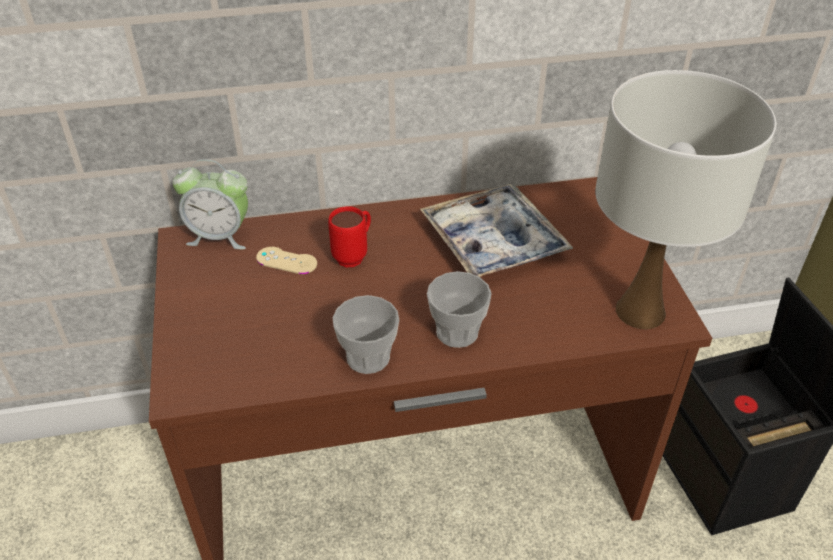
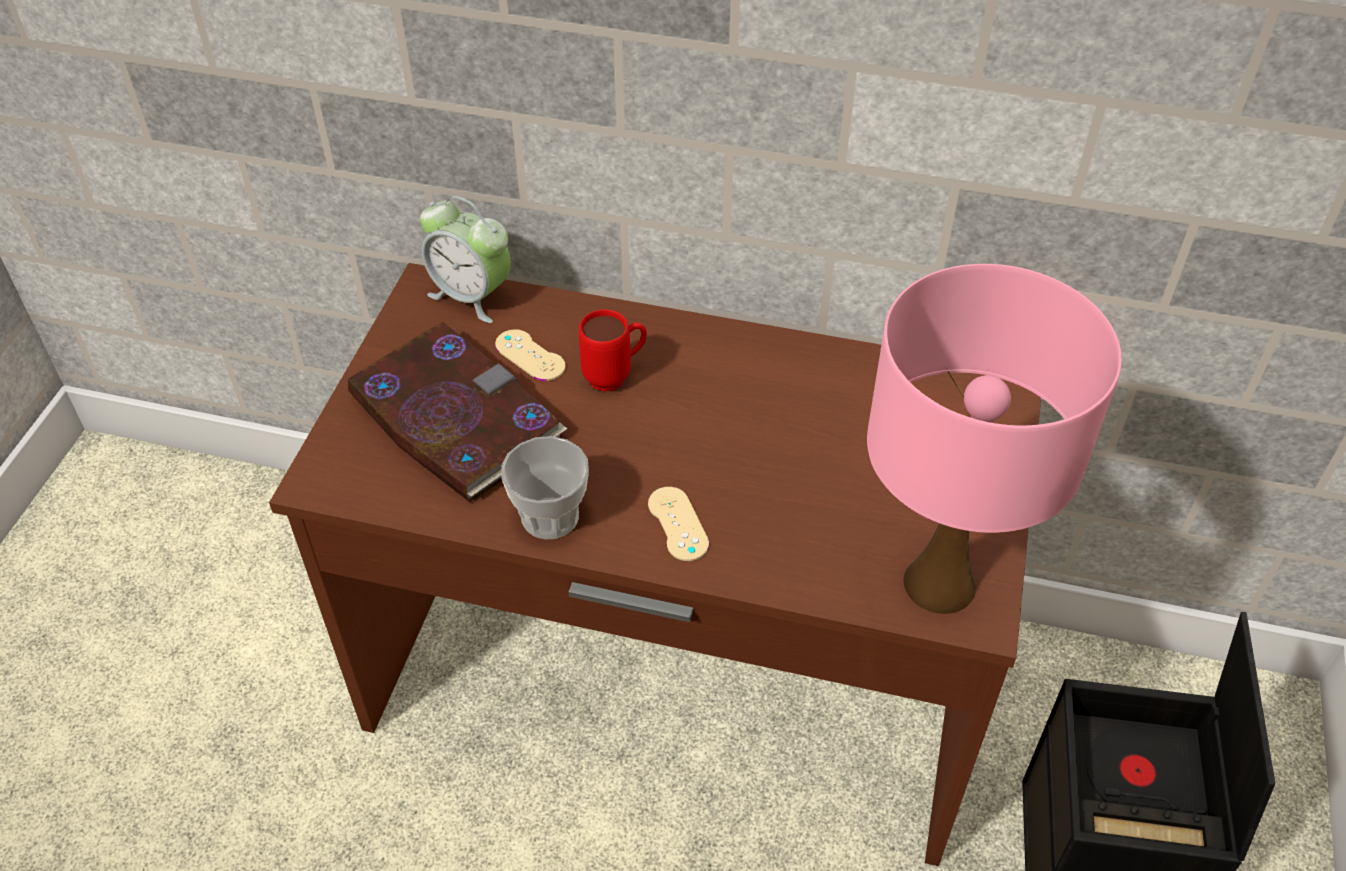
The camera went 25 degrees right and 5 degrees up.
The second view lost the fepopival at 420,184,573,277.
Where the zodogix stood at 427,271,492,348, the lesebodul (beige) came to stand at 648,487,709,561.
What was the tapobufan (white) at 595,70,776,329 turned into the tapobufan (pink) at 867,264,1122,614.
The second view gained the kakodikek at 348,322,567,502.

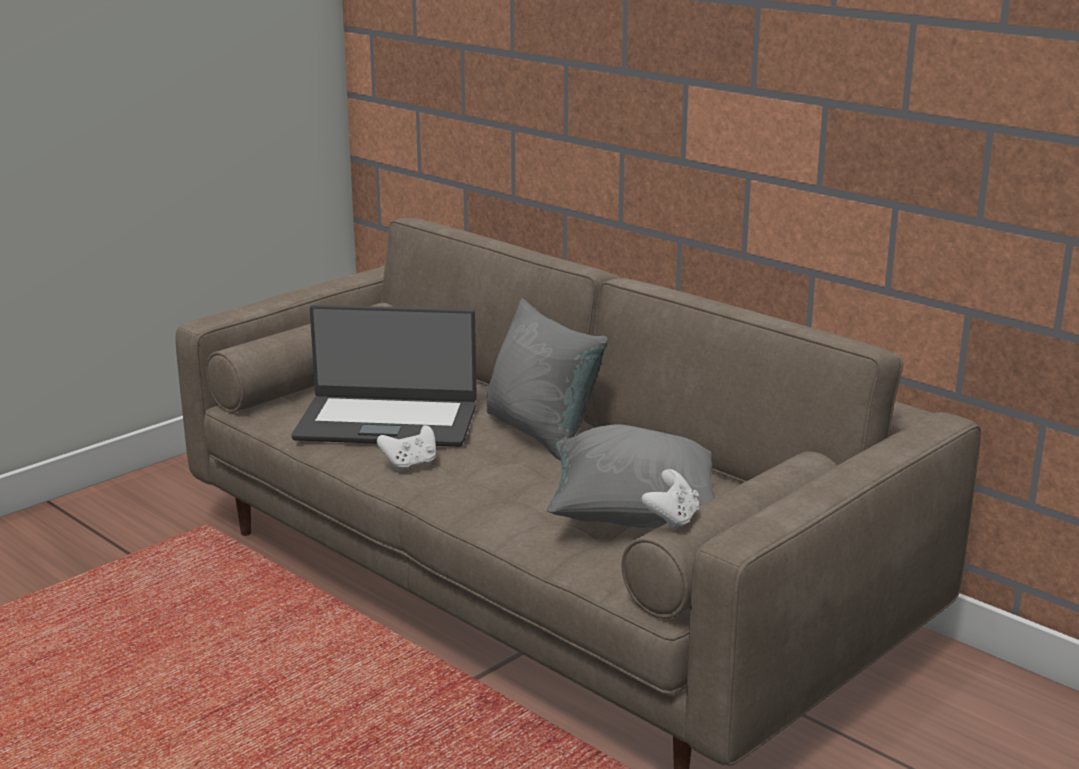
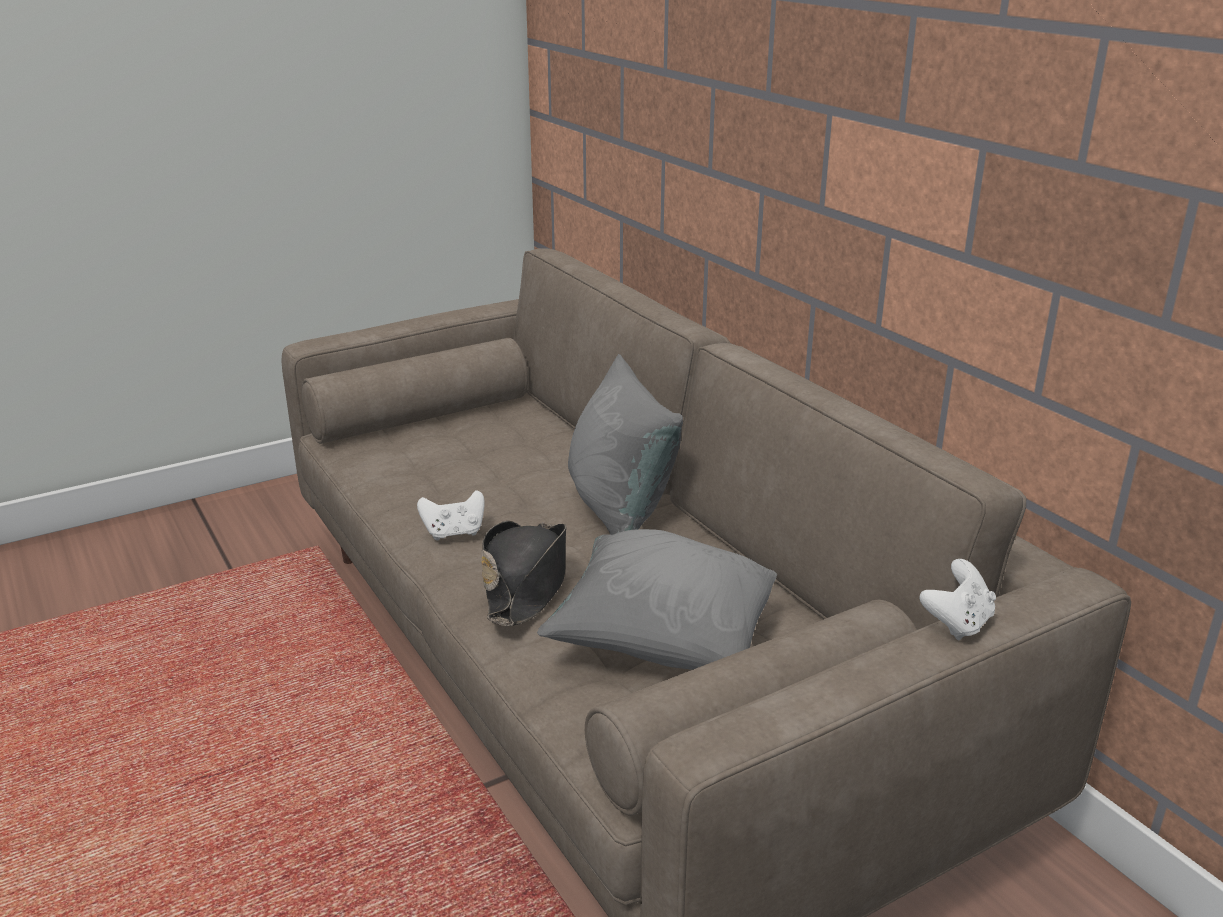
The camera went 15 degrees right and 5 degrees up.
The second view lost the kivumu at 292,305,477,447.
The lesebodul (white) ended up elsewhere, having gone from 641,469,699,531 to 919,559,996,640.
The second view gained the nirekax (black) at 481,521,566,626.

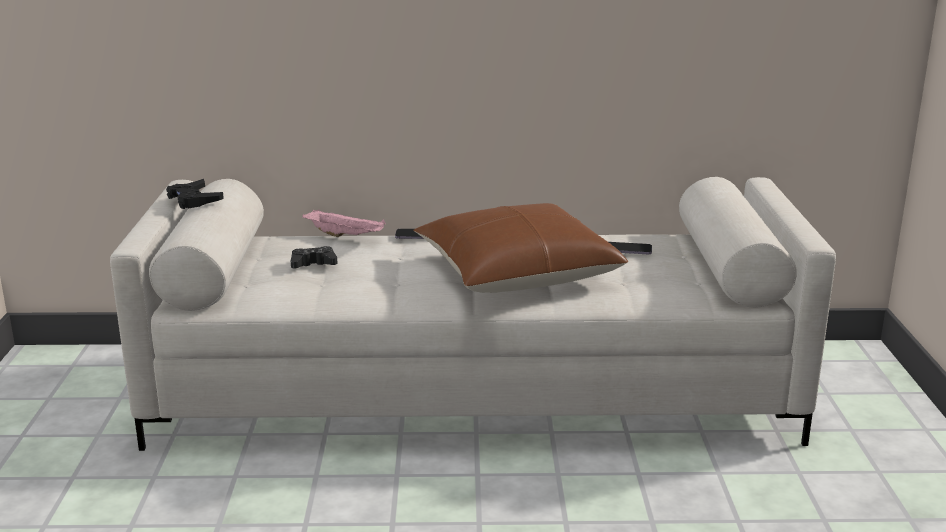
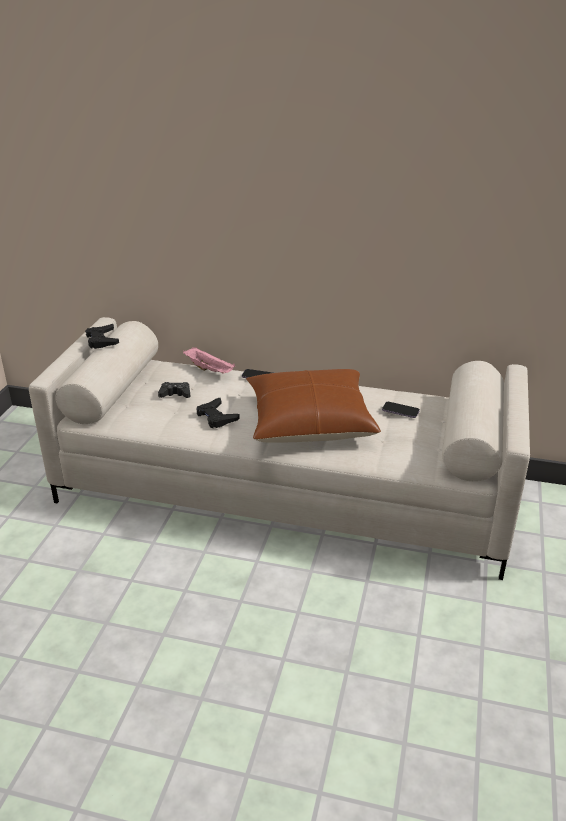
The camera went 15 degrees right and 10 degrees up.
The second view gained the lesebodul (black) at 196,398,240,428.

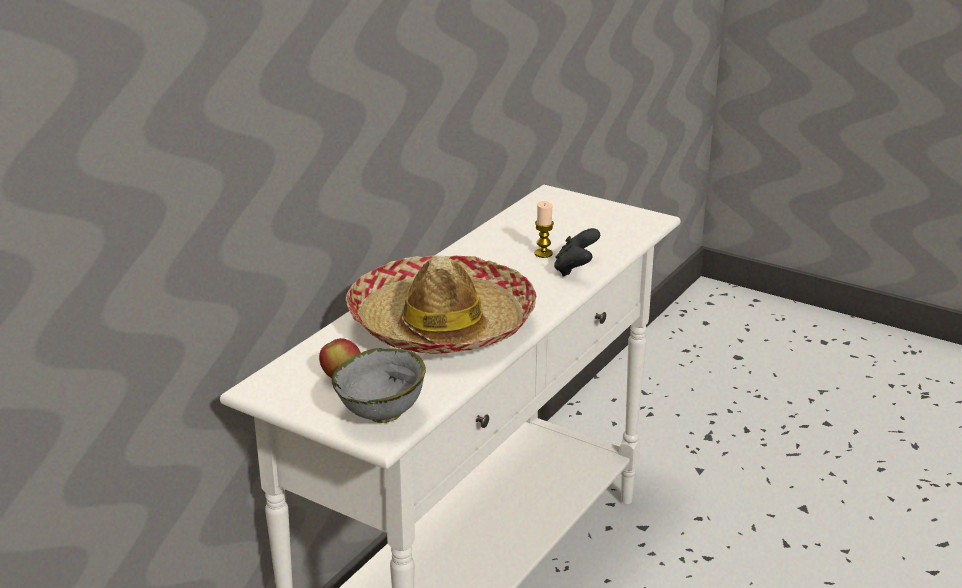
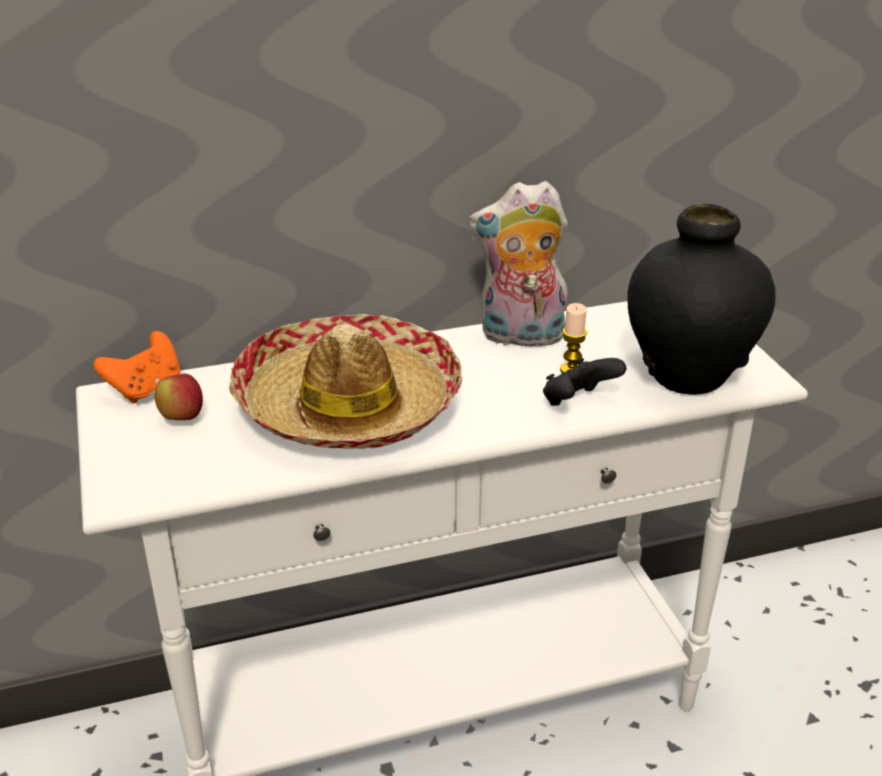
The camera went 40 degrees right and 5 degrees up.
The second view lost the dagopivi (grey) at 331,348,426,423.
The second view gained the lesebodul (orange) at 93,331,180,403.
The second view gained the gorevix at 469,181,568,351.
The second view gained the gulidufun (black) at 628,204,776,395.

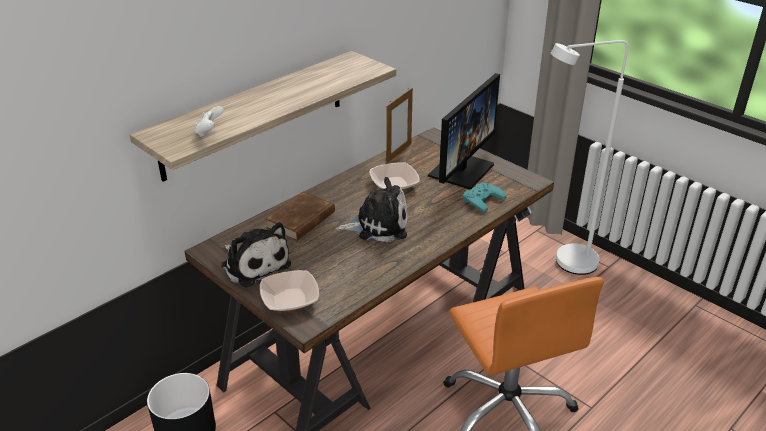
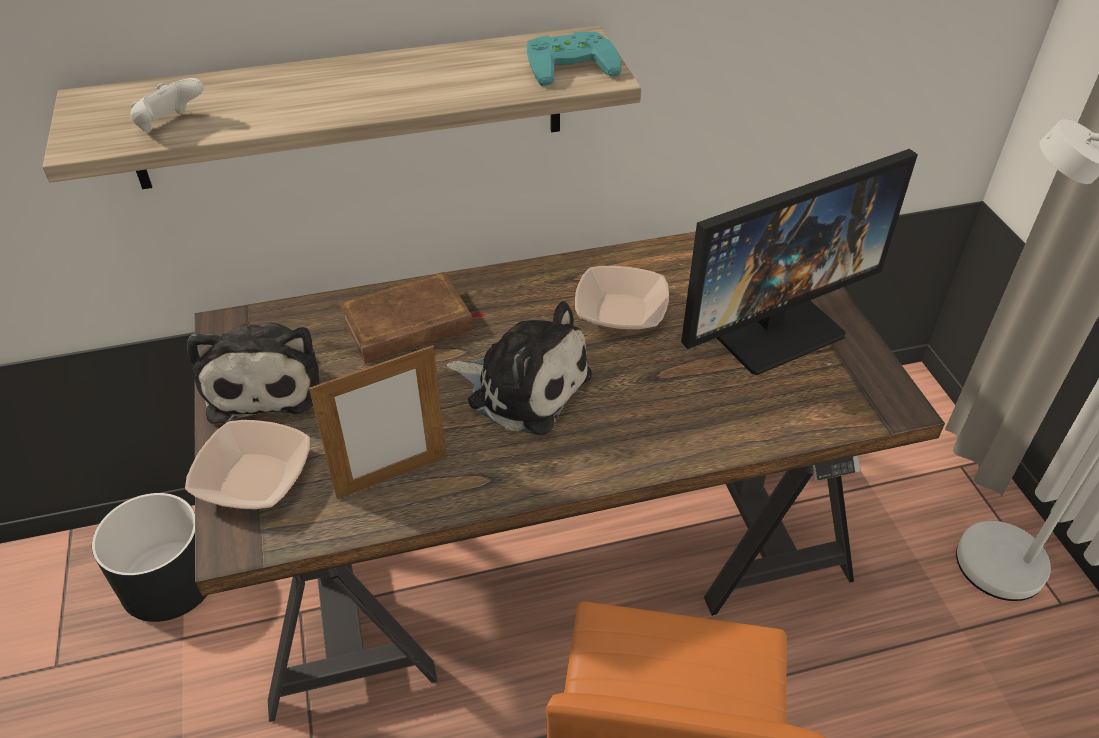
The camera went 30 degrees right and 10 degrees up.
The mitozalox ended up elsewhere, having gone from 386,88,413,164 to 309,345,447,499.
The lesebodul (turquoise) ended up elsewhere, having gone from 463,182,507,213 to 527,32,621,86.

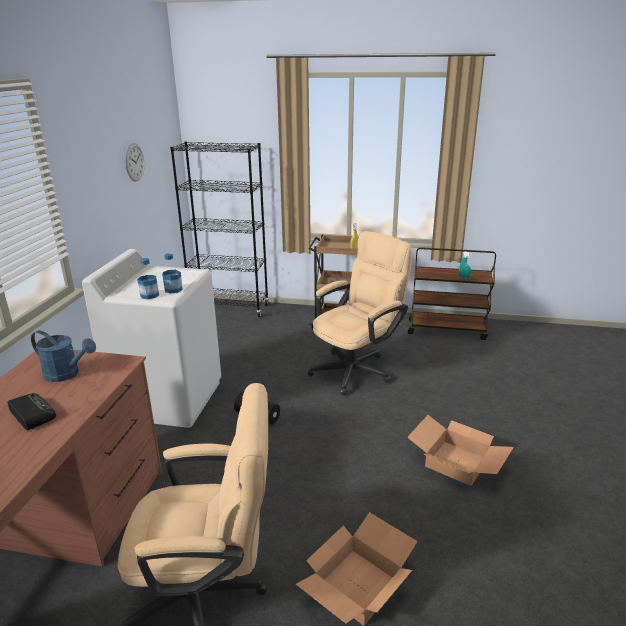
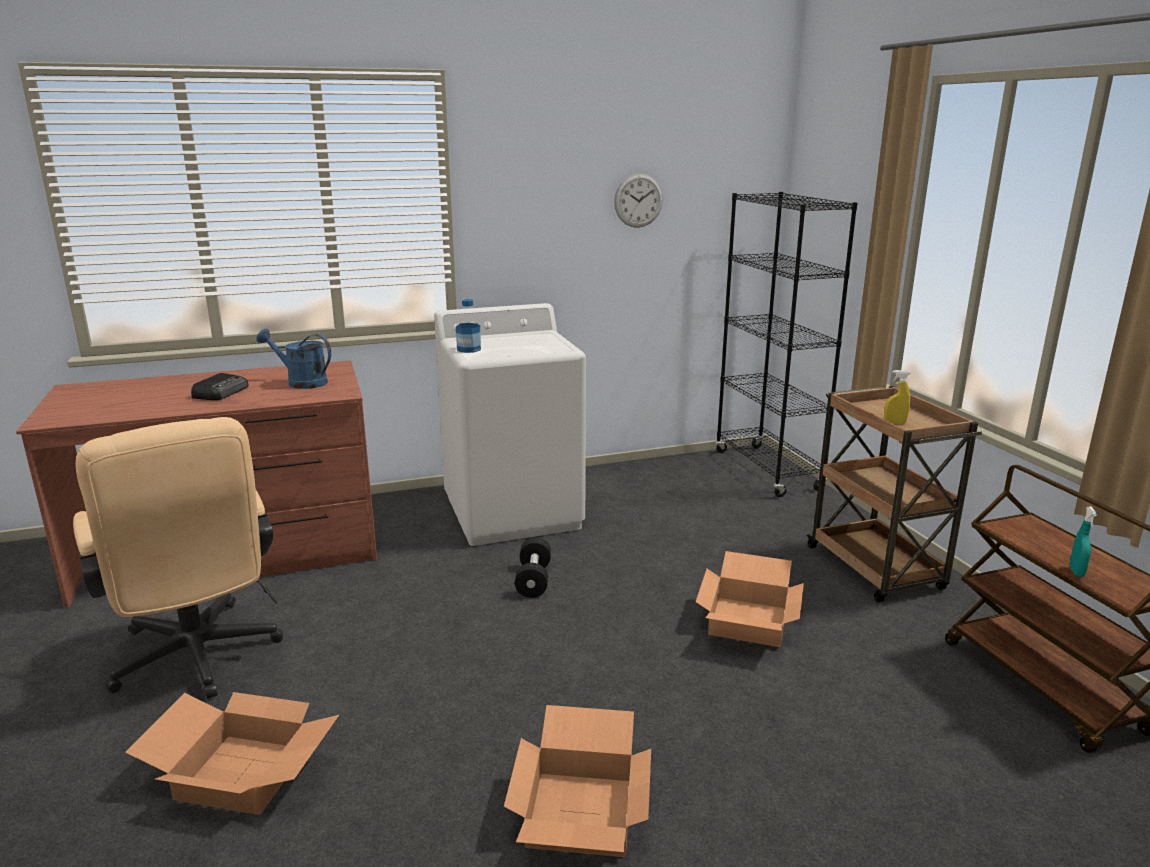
The camera went 60 degrees right and 5 degrees down.
The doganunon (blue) at 31,330,96,382 ended up facing another way, 120 degrees clockwise from before.
The second view lost the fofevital at 162,253,183,293.
Where the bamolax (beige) stood at 308,231,412,395, the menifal came to stand at 696,551,804,647.

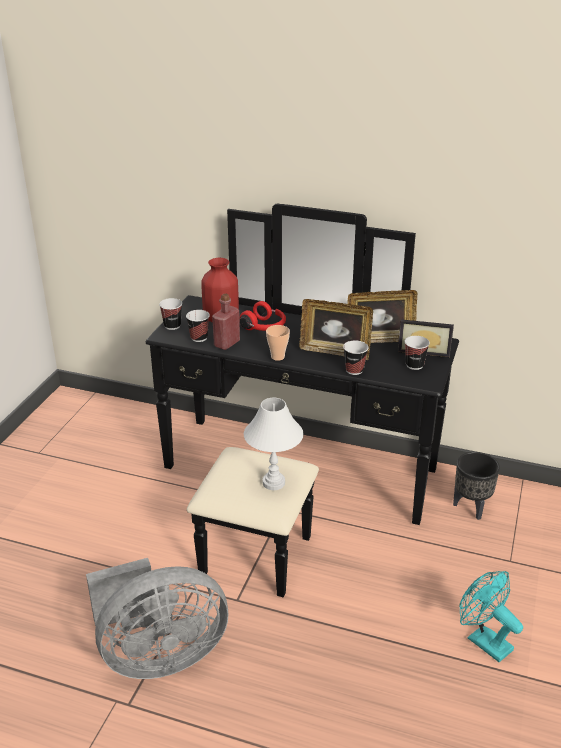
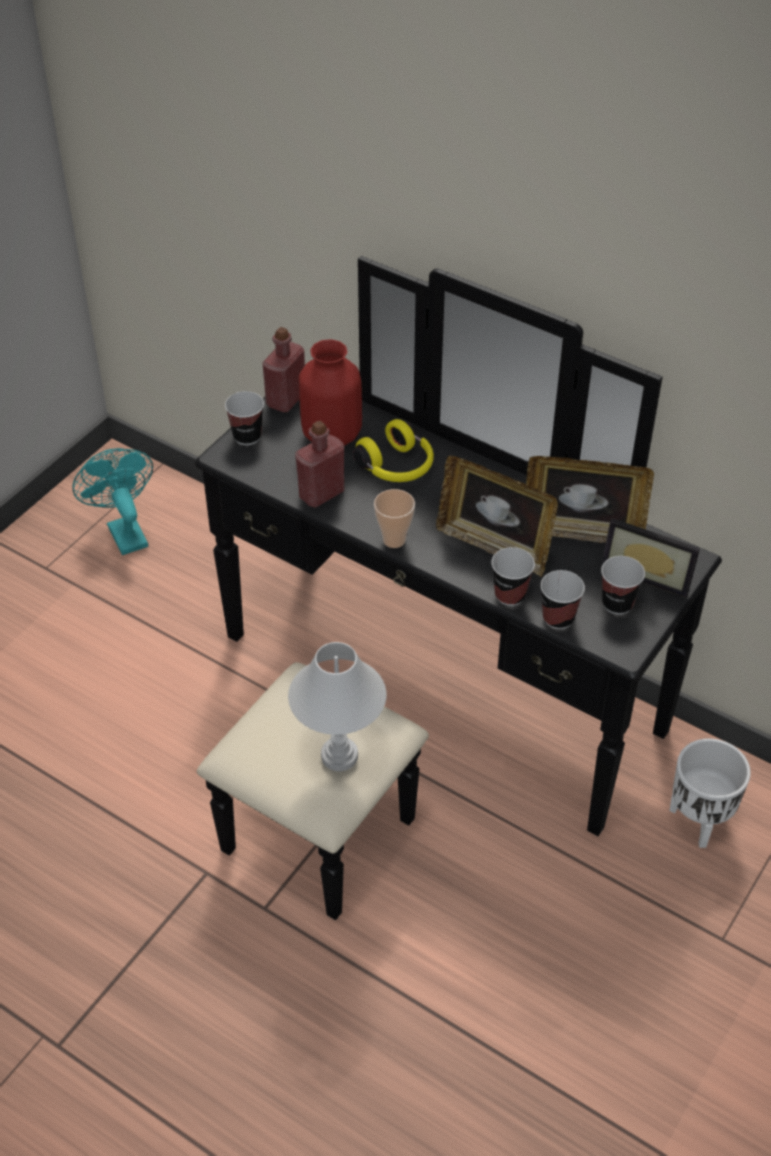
The camera went 15 degrees right and 15 degrees up.
The second view lost the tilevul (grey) at 86,558,228,679.
The zodogix ended up elsewhere, having gone from 186,310,210,342 to 541,570,585,629.
What was the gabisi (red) at 240,301,286,331 turned into the gabisi (yellow) at 353,419,434,482.
What was the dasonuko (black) at 453,452,500,520 turned into the dasonuko (white) at 669,739,751,848.
The tilevul (turquoise) ended up elsewhere, having gone from 459,571,523,662 to 73,448,153,555.
The second view gained the fofevital (red) at 262,327,305,412.

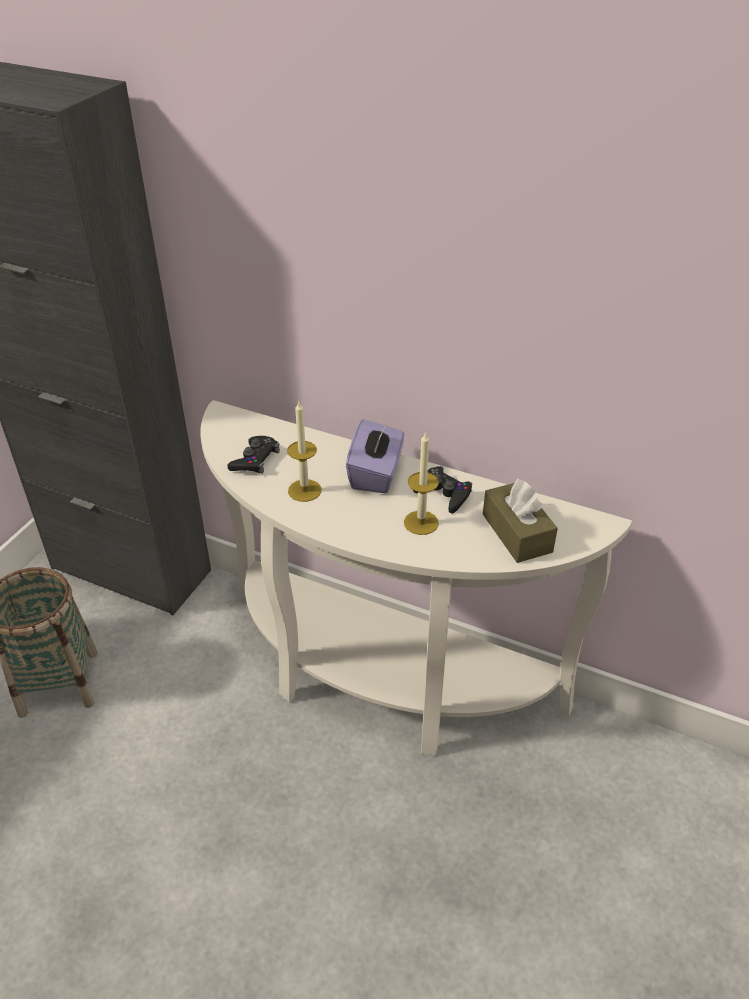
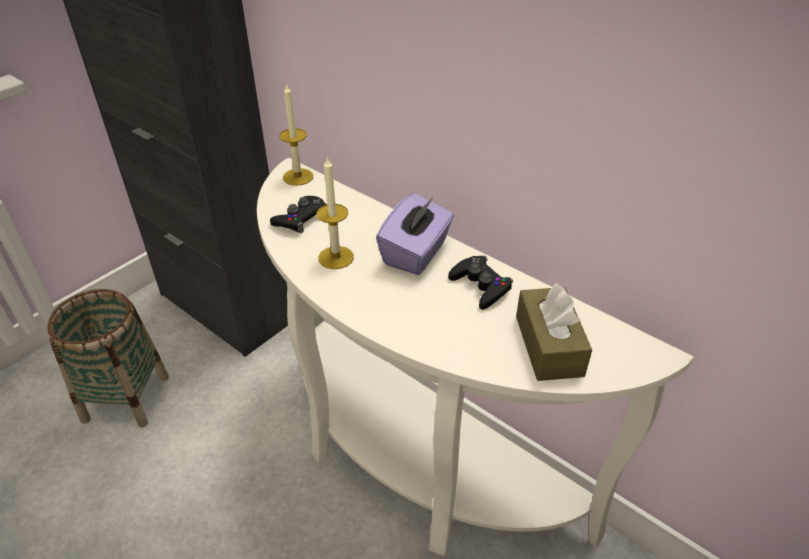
The camera went 15 degrees right and 0 degrees up.
The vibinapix ended up elsewhere, having gone from 404,431,439,535 to 279,83,313,186.

